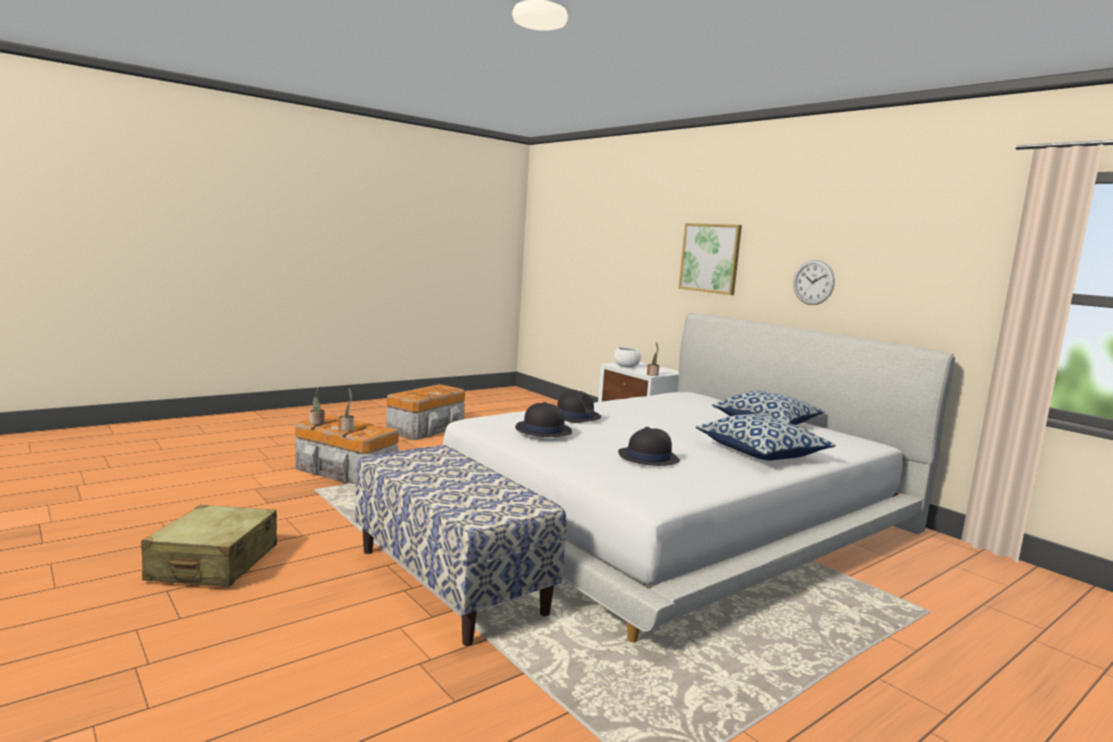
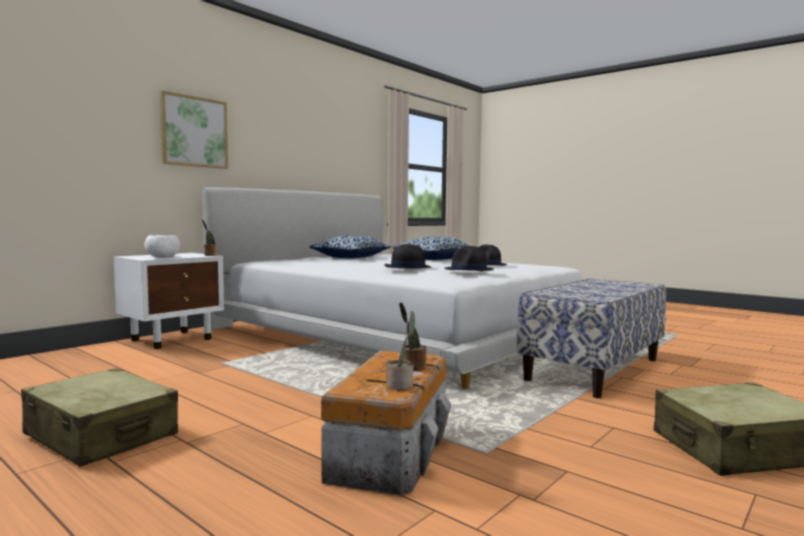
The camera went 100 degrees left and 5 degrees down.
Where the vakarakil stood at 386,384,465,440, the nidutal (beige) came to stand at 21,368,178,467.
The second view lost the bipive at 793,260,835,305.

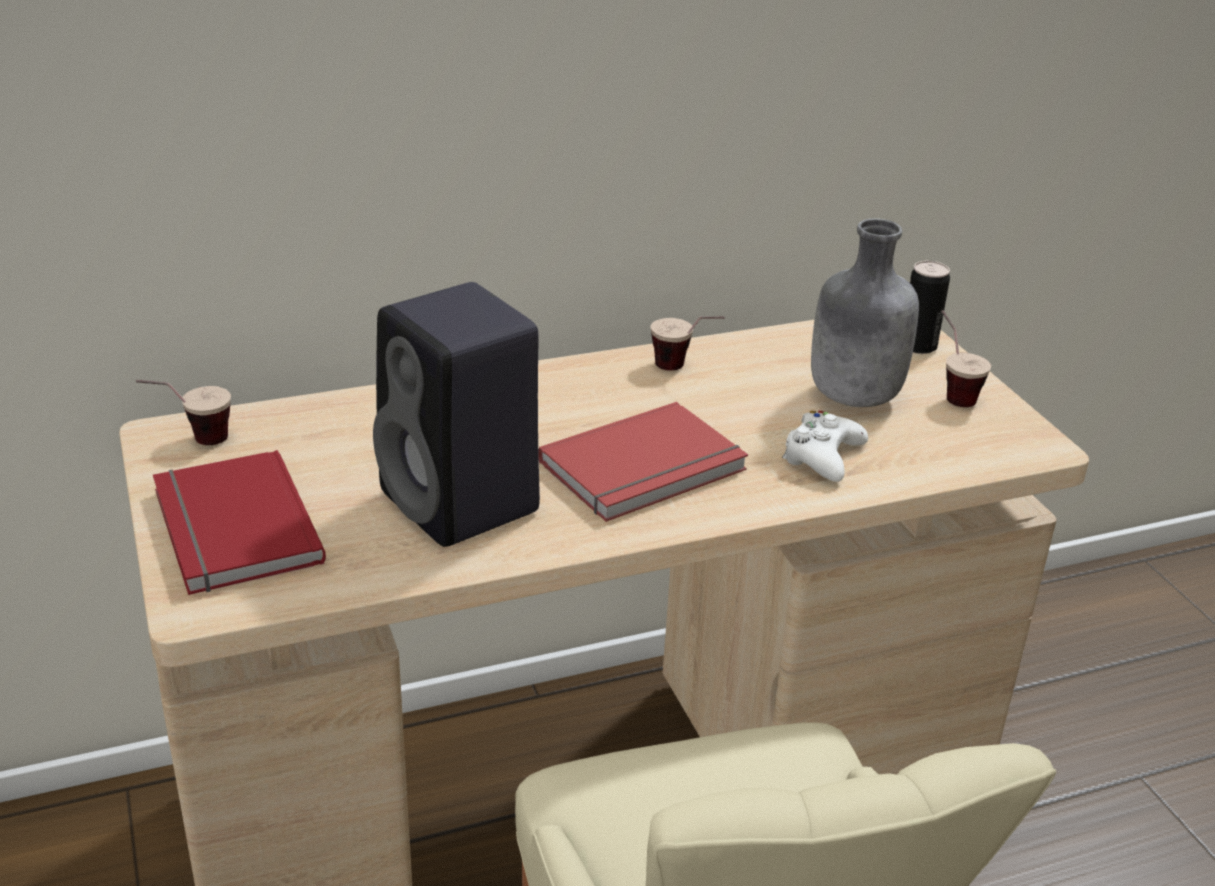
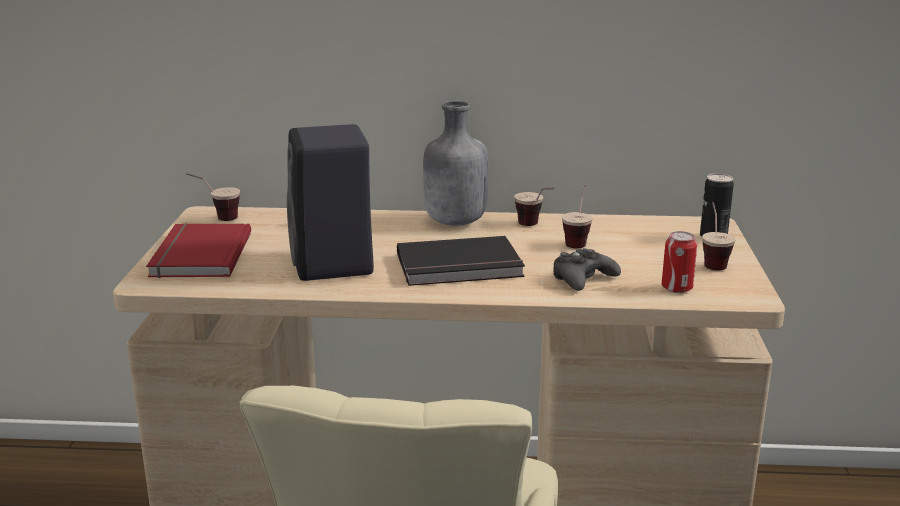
The camera went 25 degrees right and 10 degrees down.
What was the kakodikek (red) at 538,402,748,522 turned into the kakodikek (black) at 397,236,525,286.
What was the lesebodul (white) at 782,411,868,482 turned into the lesebodul (black) at 553,248,621,291.
The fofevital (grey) ended up elsewhere, having gone from 811,218,919,407 to 423,101,489,226.
The second view gained the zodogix at 562,185,593,248.
The second view gained the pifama at 662,231,697,293.

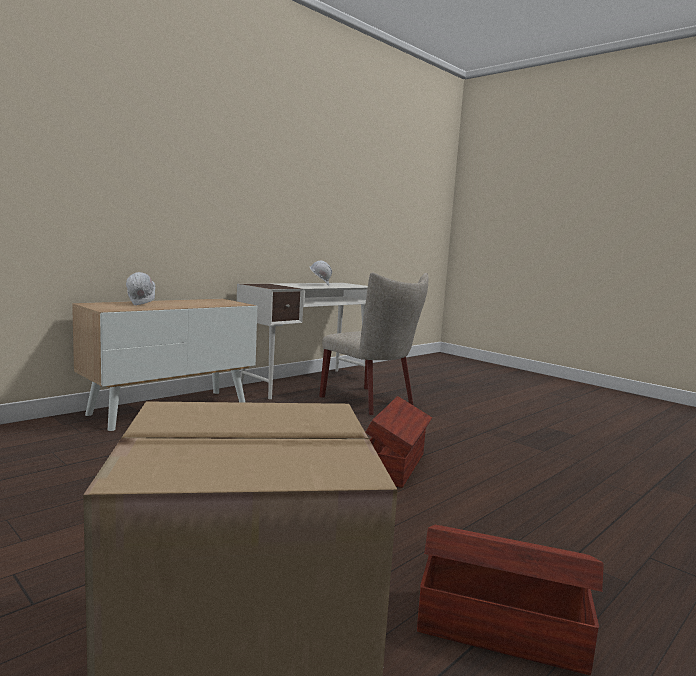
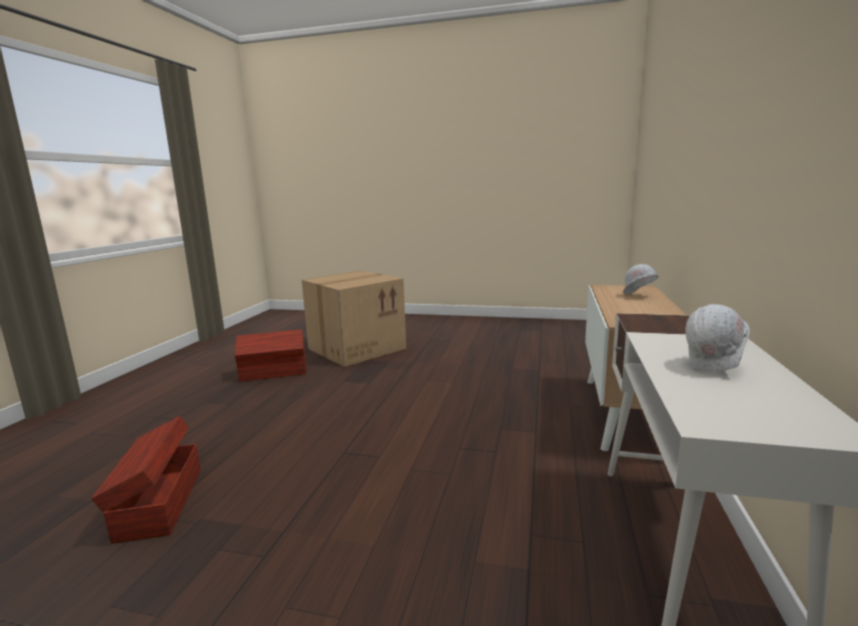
The camera went 150 degrees right and 5 degrees up.
The second view lost the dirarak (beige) at 319,273,428,415.
The vakarakil (brown) ended up elsewhere, having gone from 365,396,432,488 to 91,416,201,544.

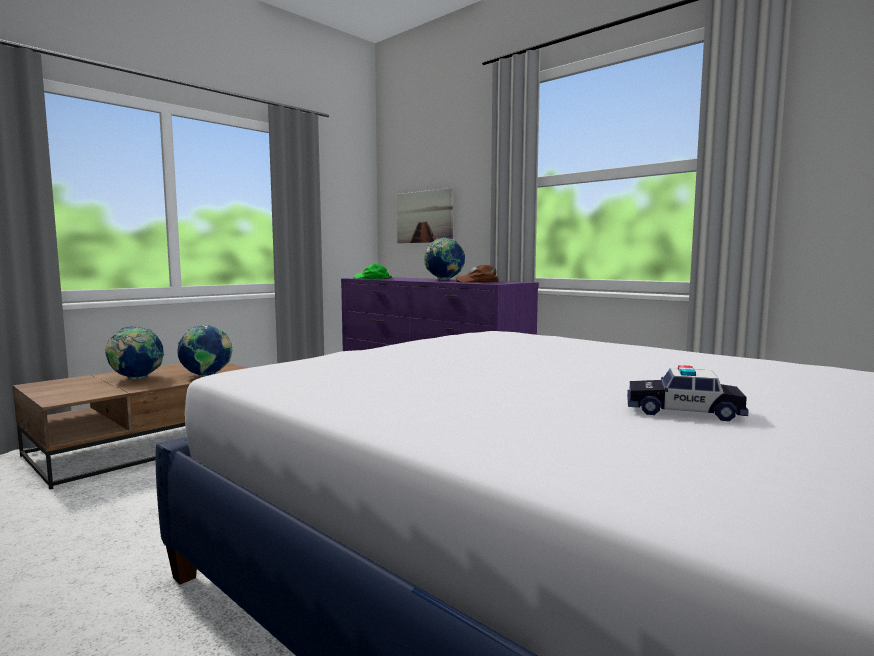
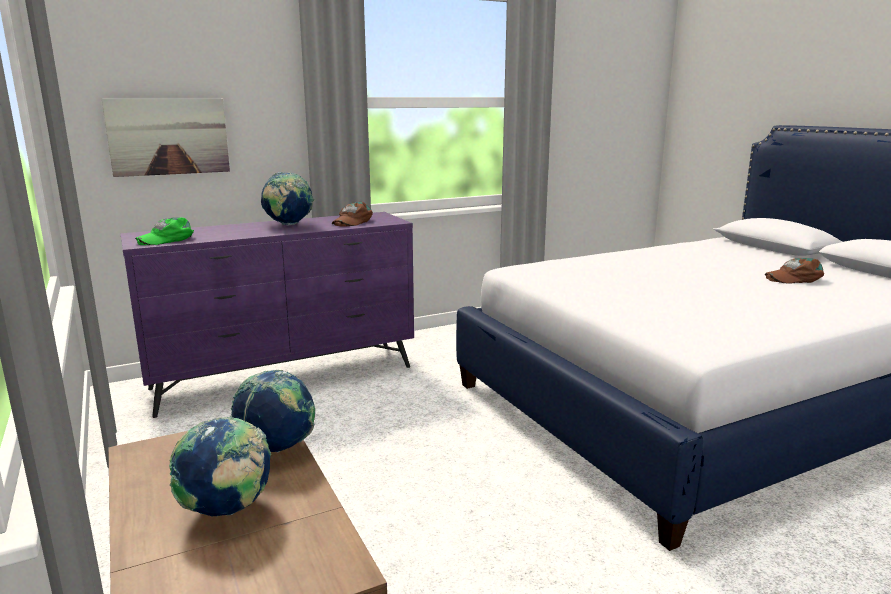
The camera went 70 degrees left and 10 degrees up.
Where the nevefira stood at 627,365,749,421, the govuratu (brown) came to stand at 765,258,824,283.

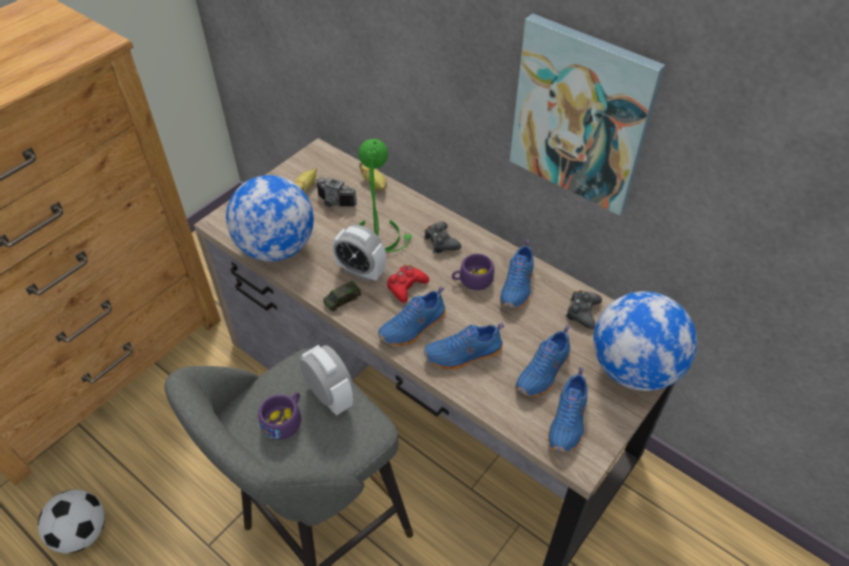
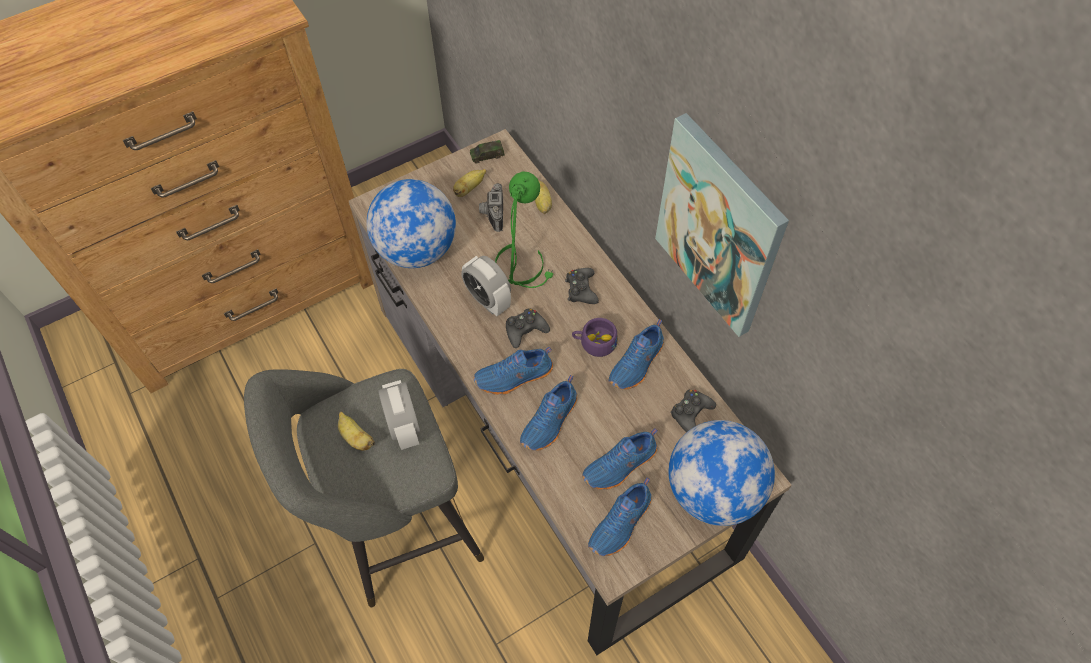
The camera went 20 degrees right and 10 degrees up.
The second view lost the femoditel at 38,490,105,553.
Where the zodogix (purple) stood at 258,392,301,440, the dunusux came to stand at 338,411,375,450.
The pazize at 316,177,357,208 ended up facing another way, 45 degrees clockwise from before.
The nevefira ended up elsewhere, having gone from 323,281,361,312 to 470,140,505,164.
What was the lesebodul (red) at 387,265,429,303 turned into the lesebodul (black) at 506,308,550,348.
The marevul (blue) at 424,323,504,370 ended up facing another way, 60 degrees counterclockwise from before.

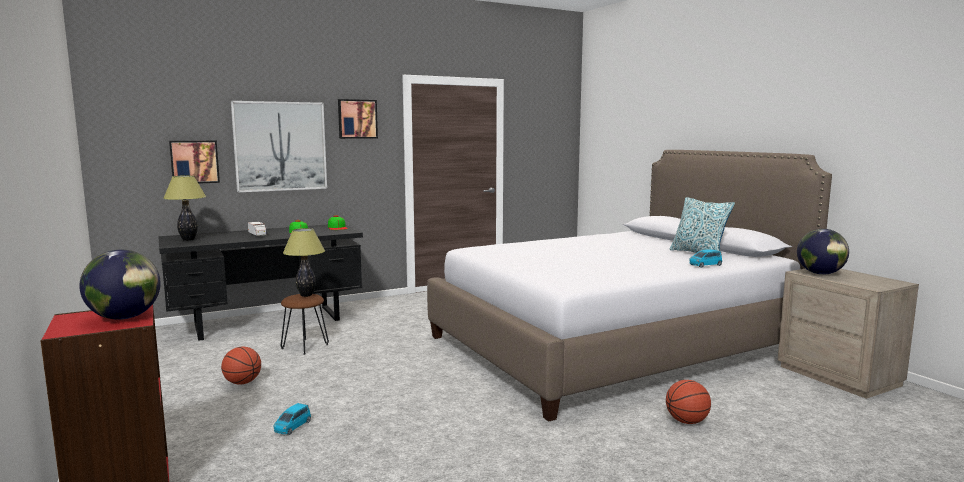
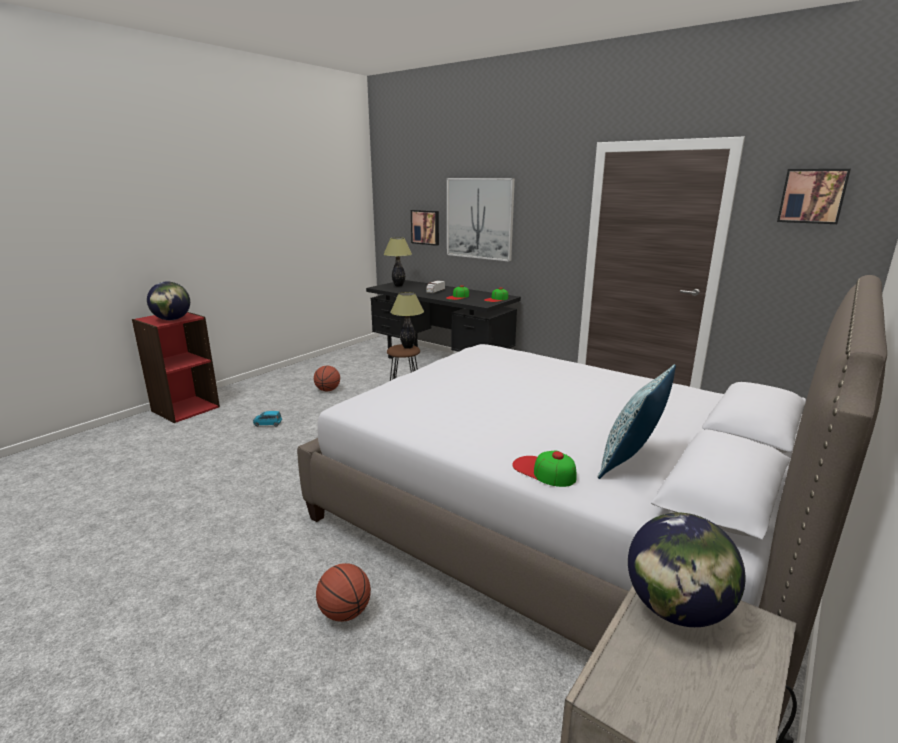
The camera went 65 degrees right and 10 degrees up.
The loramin ended up elsewhere, having gone from 338,99,378,139 to 777,169,851,224.
Where the nevefira (blue) stood at 689,249,722,268, the govuratu came to stand at 512,451,576,487.

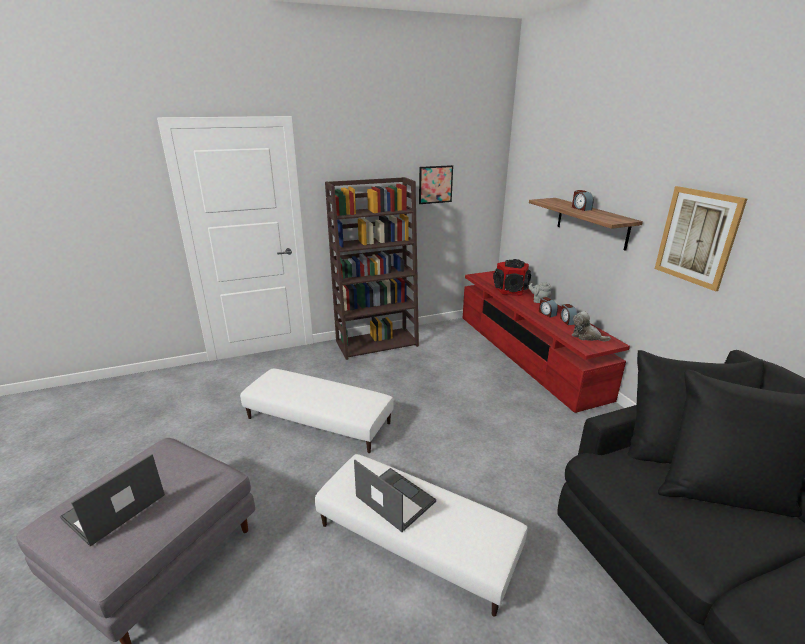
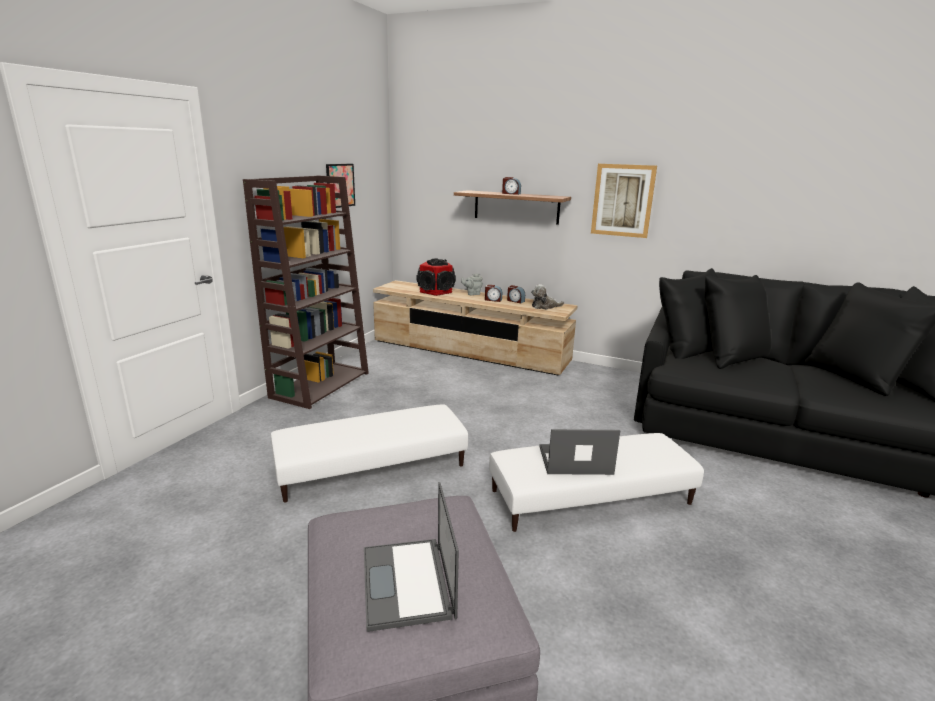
The camera went 45 degrees left and 5 degrees down.
What was the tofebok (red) at 463,271,630,413 turned into the tofebok (beige) at 373,280,578,375.

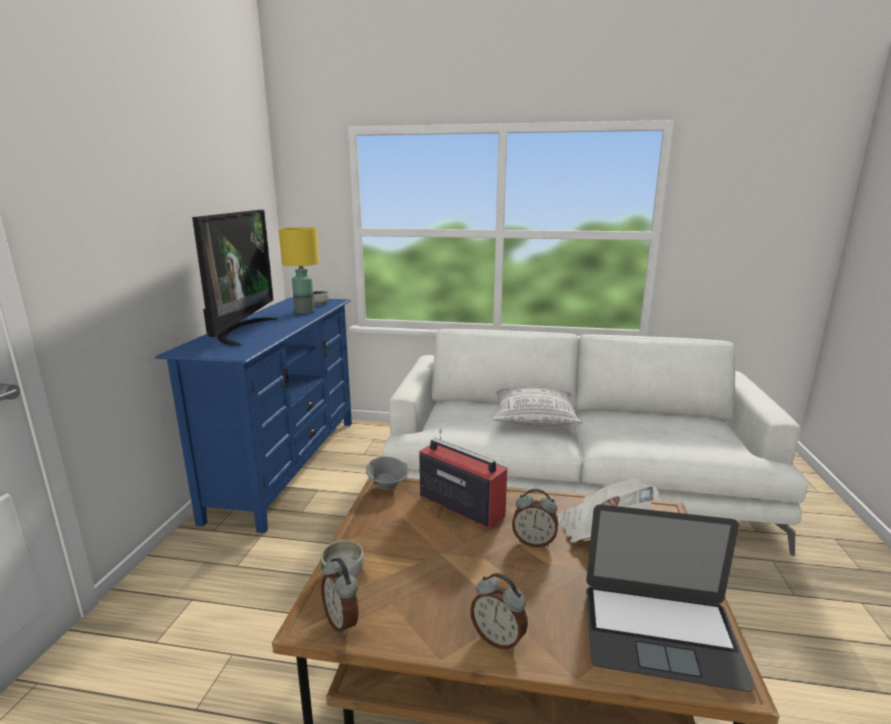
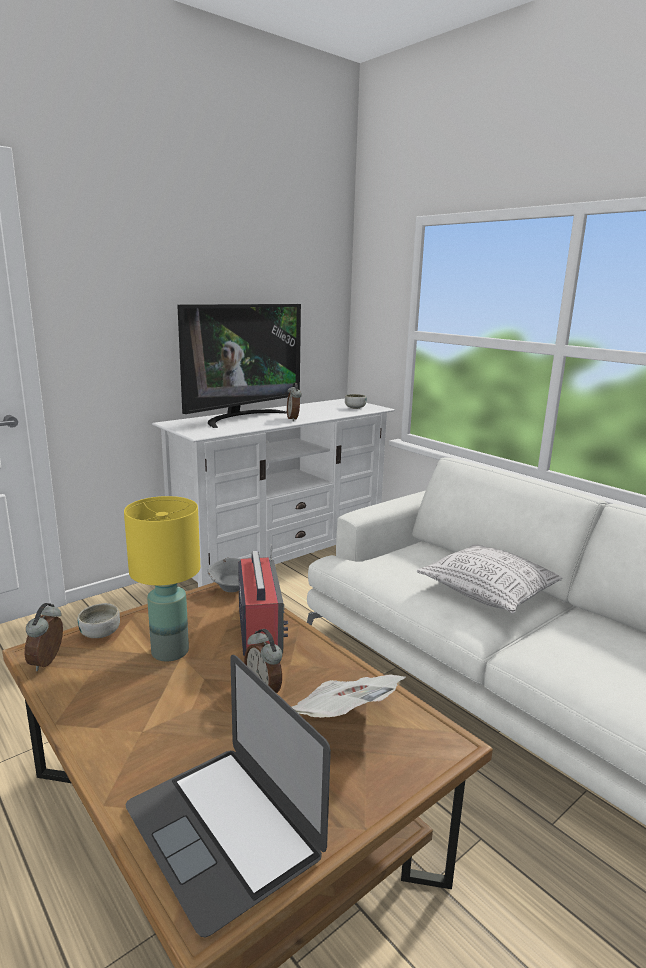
The camera went 40 degrees right and 0 degrees up.
What was the tofebok (blue) at 155,297,352,533 turned into the tofebok (white) at 152,398,395,587.
The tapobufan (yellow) ended up elsewhere, having gone from 279,227,319,314 to 124,496,200,661.
The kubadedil ended up elsewhere, having gone from 470,573,528,651 to 287,383,302,421.

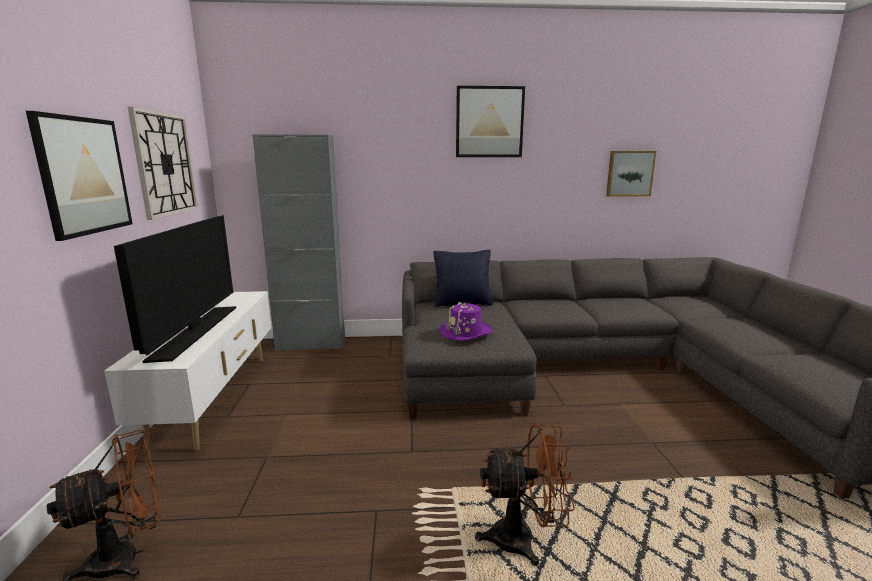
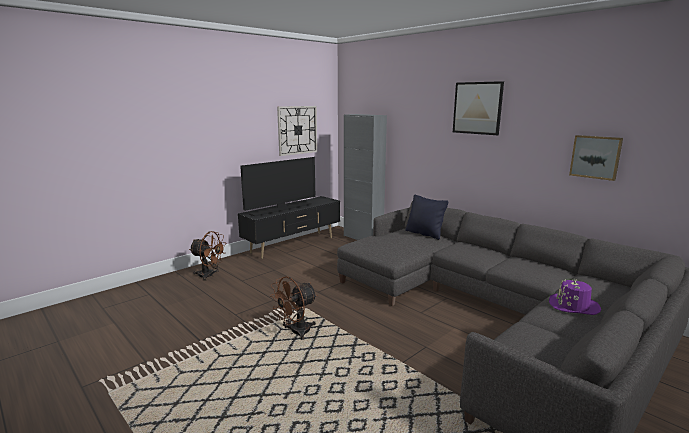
The camera went 50 degrees right and 0 degrees up.
The second view lost the loramin at 26,111,133,241.
What was the tofebok (white) at 104,291,271,451 turned into the tofebok (black) at 238,196,340,259.
The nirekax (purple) ended up elsewhere, having gone from 439,302,493,341 to 549,279,601,315.
The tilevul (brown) at 475,423,575,566 ended up facing another way, 90 degrees clockwise from before.

